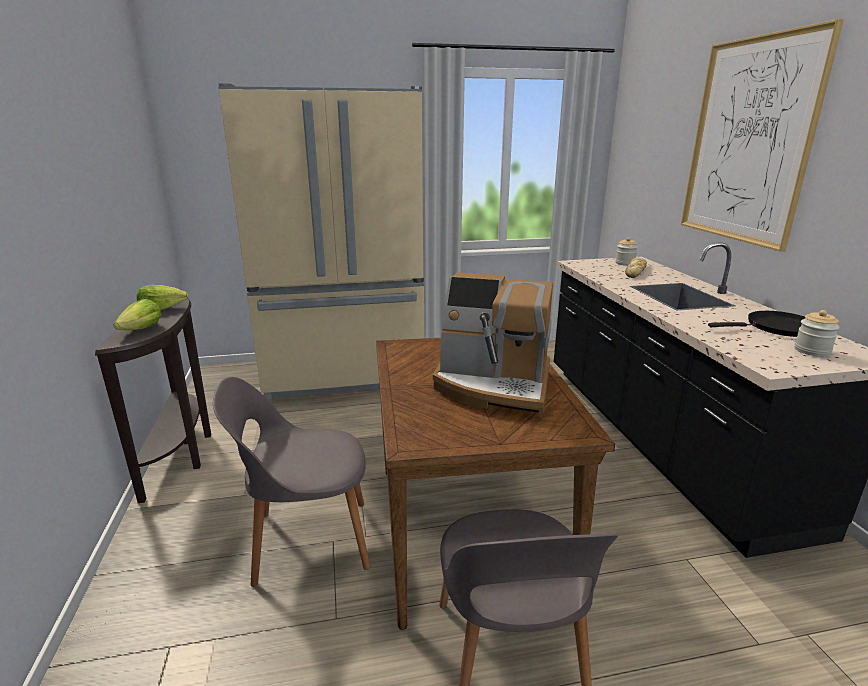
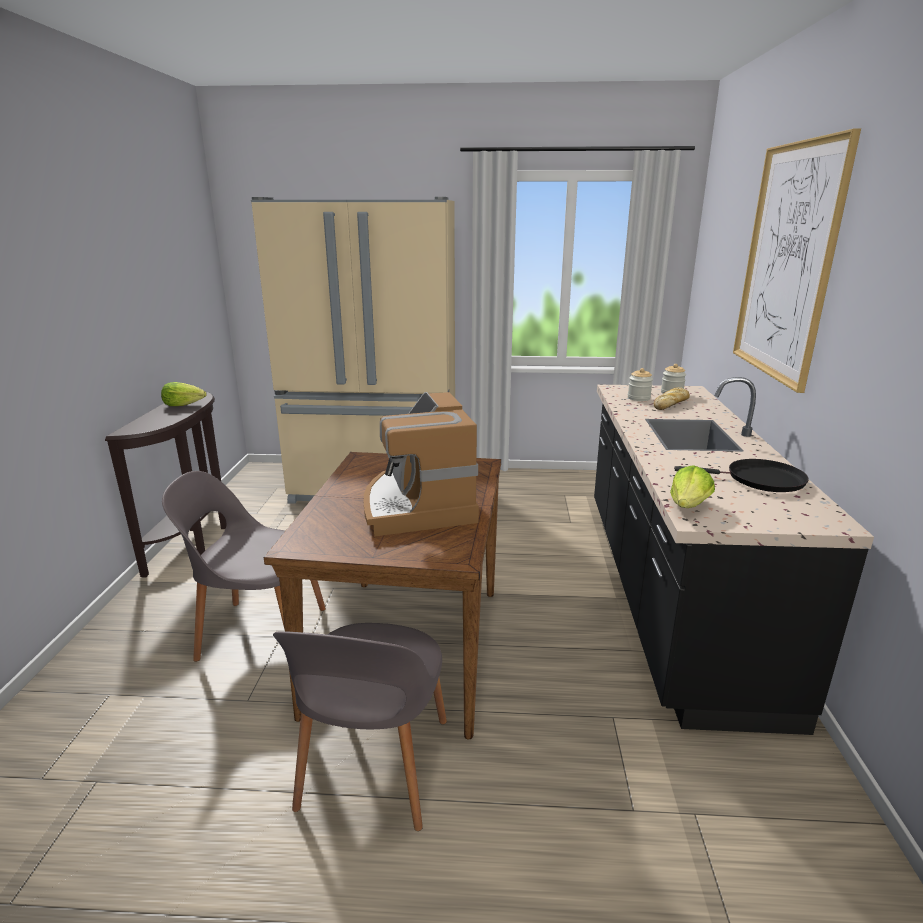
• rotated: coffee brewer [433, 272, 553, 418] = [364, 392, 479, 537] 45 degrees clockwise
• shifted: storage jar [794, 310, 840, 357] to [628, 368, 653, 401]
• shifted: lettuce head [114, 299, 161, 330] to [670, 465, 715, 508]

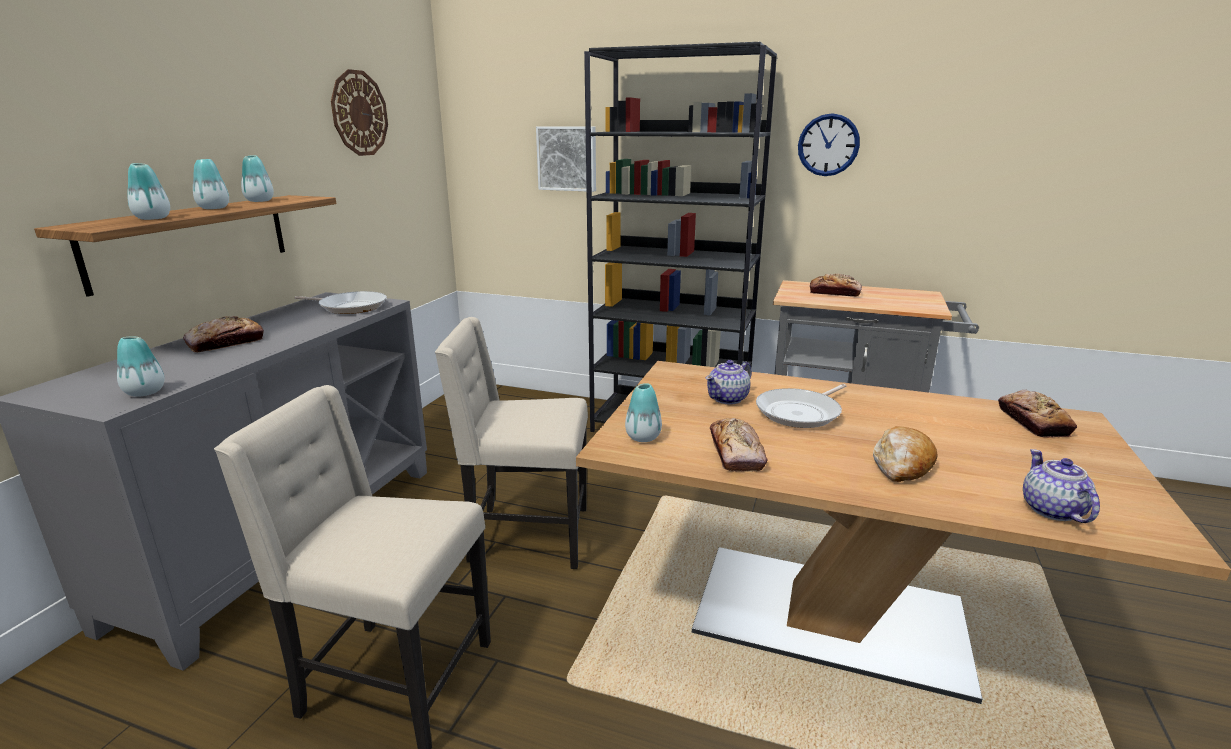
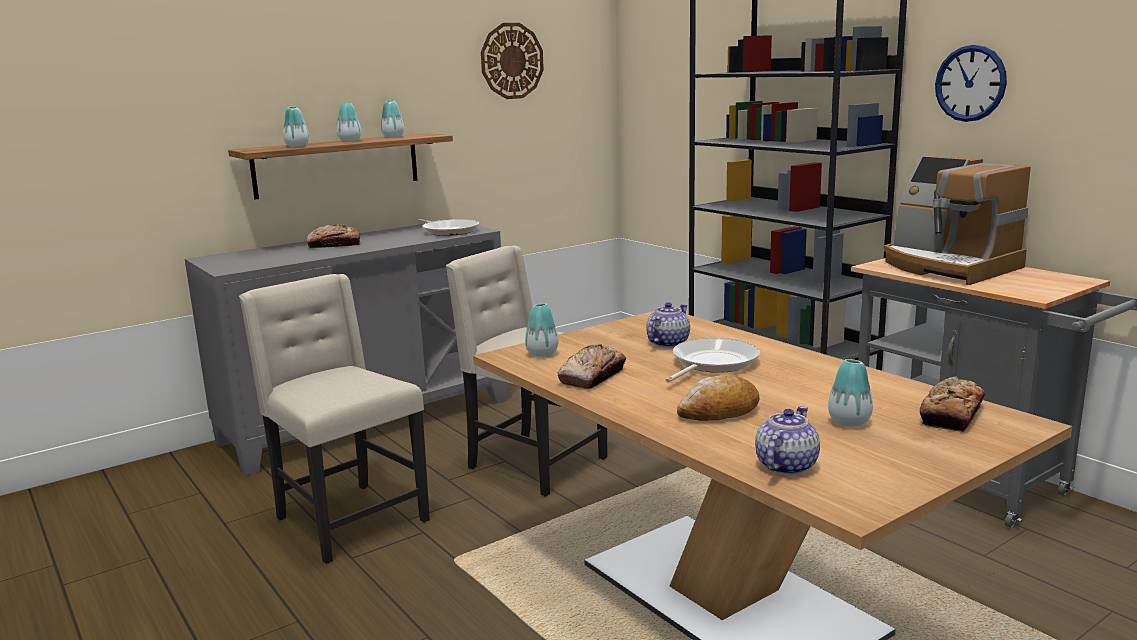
• rotated: pot for tea [706, 360, 752, 405] = [646, 302, 690, 348] 135 degrees clockwise
• rotated: frying pan [756, 384, 846, 428] = [665, 338, 760, 383] 135 degrees clockwise
• shifted: vase [117, 336, 165, 397] to [828, 359, 873, 427]
• swapped: baked bread [810, 274, 862, 297] to coffee brewer [884, 156, 1031, 285]
• gone: wall picture [536, 126, 596, 192]

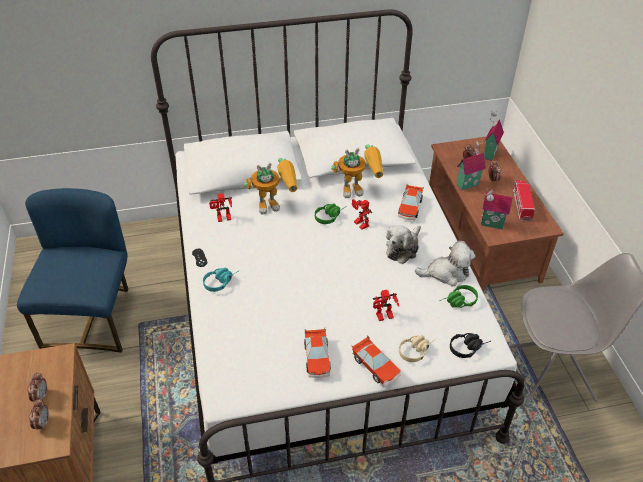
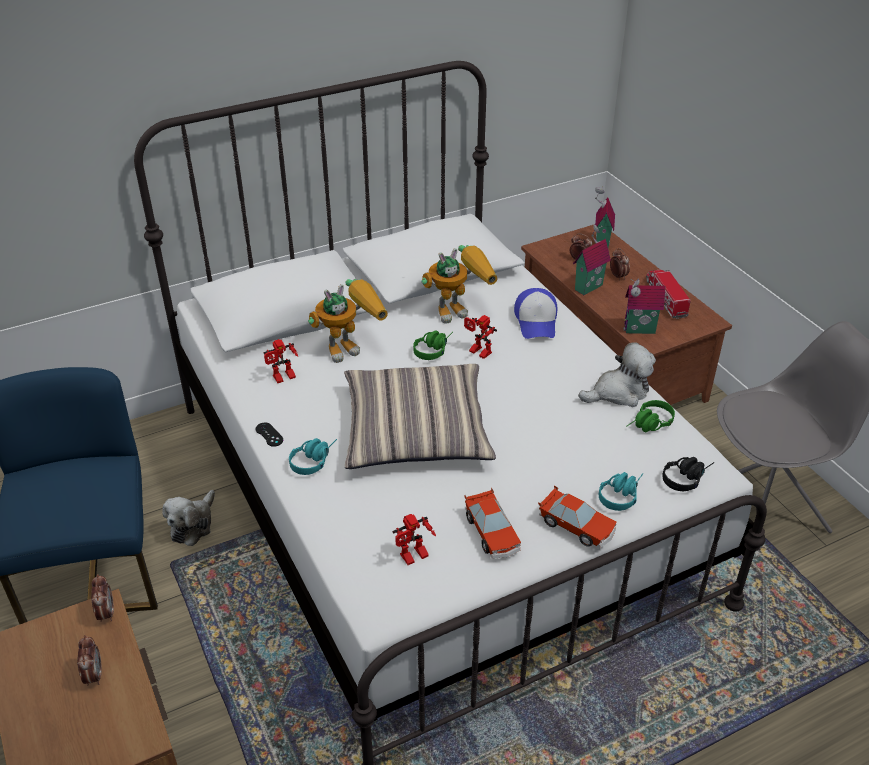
• shifted: table clock [29, 399, 49, 431] to [91, 574, 114, 622]
• shifted: plush toy [386, 225, 421, 264] to [162, 490, 215, 546]
• new: throw pillow [344, 364, 496, 469]
• shifted: robot figure [373, 290, 399, 321] to [393, 514, 436, 565]
• swapped: miniature car [398, 185, 424, 220] to peaked cap [514, 288, 557, 339]
• repainted: sand-coloured headphones [399, 335, 437, 362] to turquoise-coloured headphones [599, 472, 643, 511]

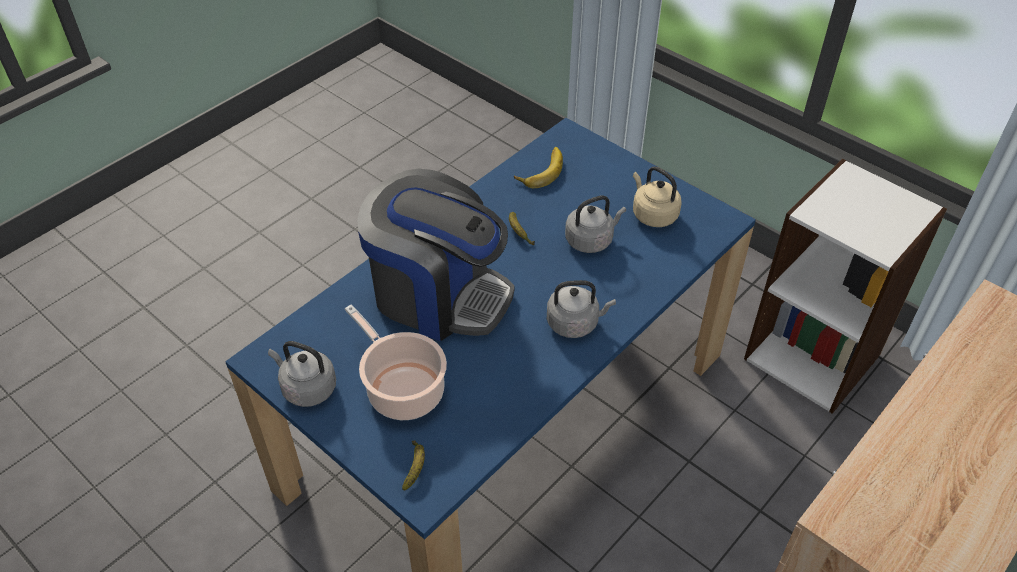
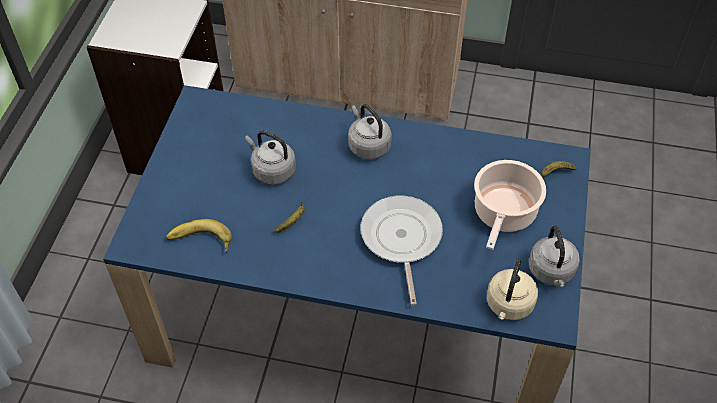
• swapped: coffee brewer [358, 169, 514, 341] to frying pan [361, 196, 443, 305]
• shifted: sand-coloured water kettle [633, 166, 682, 227] to [487, 259, 538, 320]

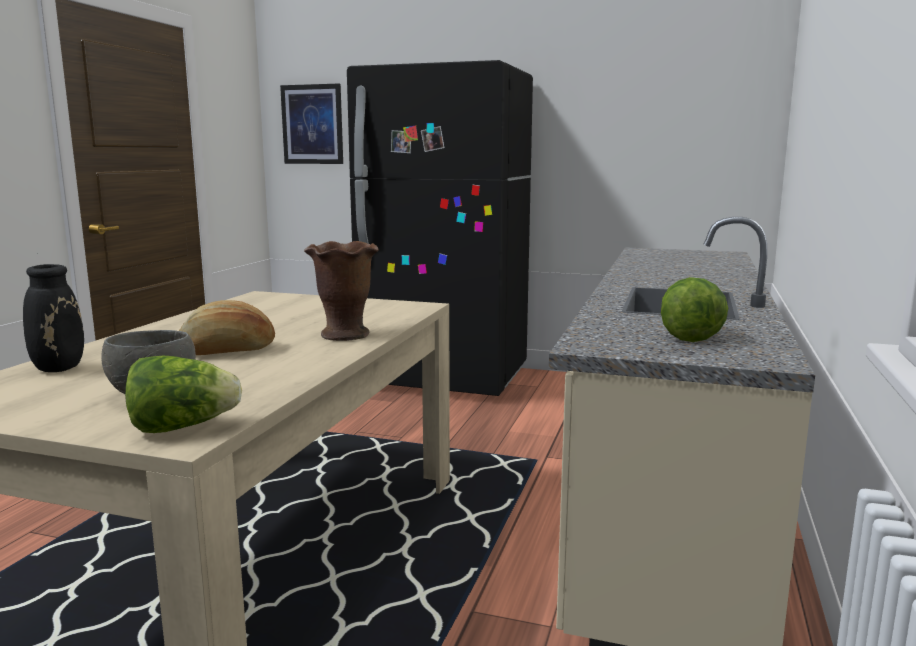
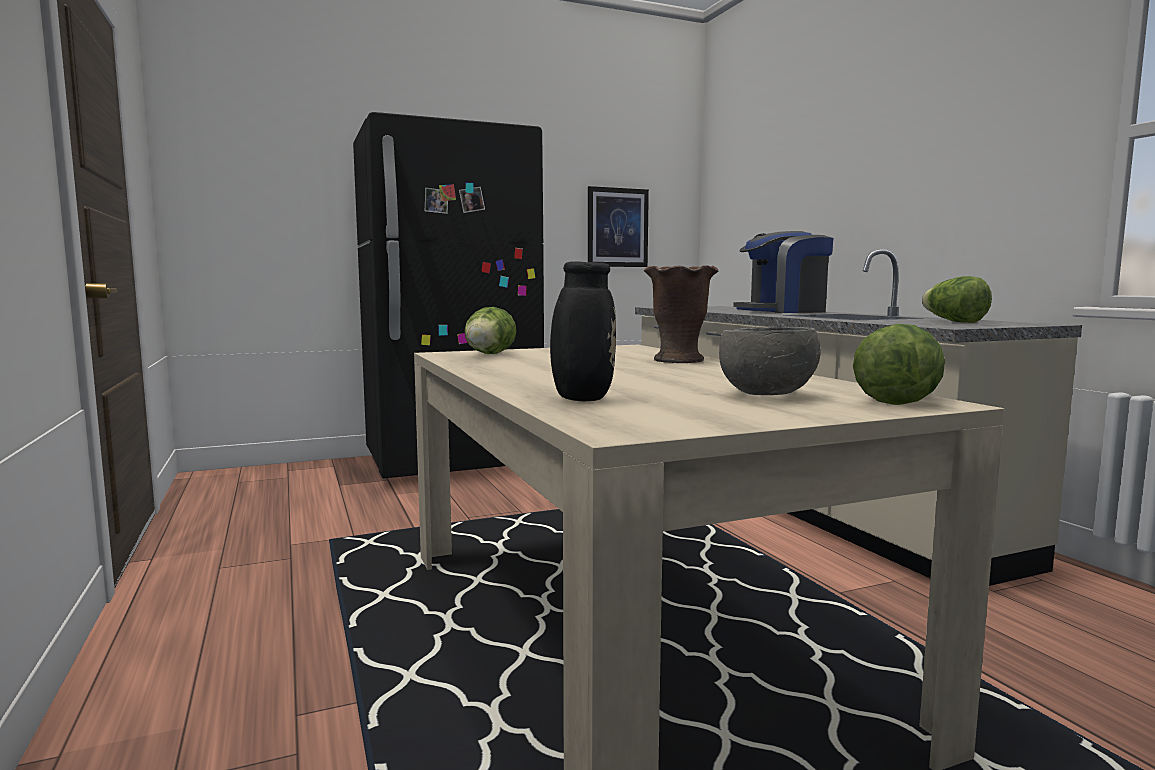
• new: lettuce head [464, 307, 516, 354]
• shifted: wall picture [280, 84, 343, 164] to [588, 186, 649, 267]
• new: coffee brewer [733, 231, 833, 313]
• gone: baked bread [179, 300, 275, 355]

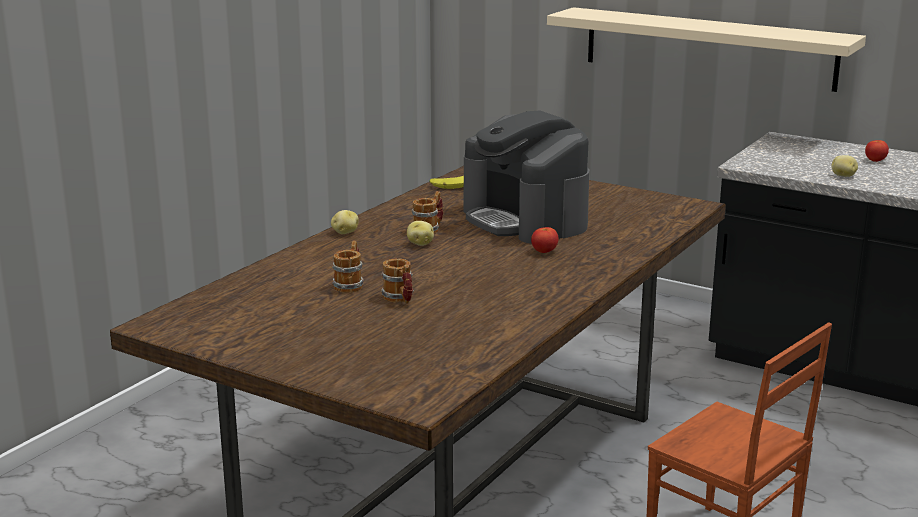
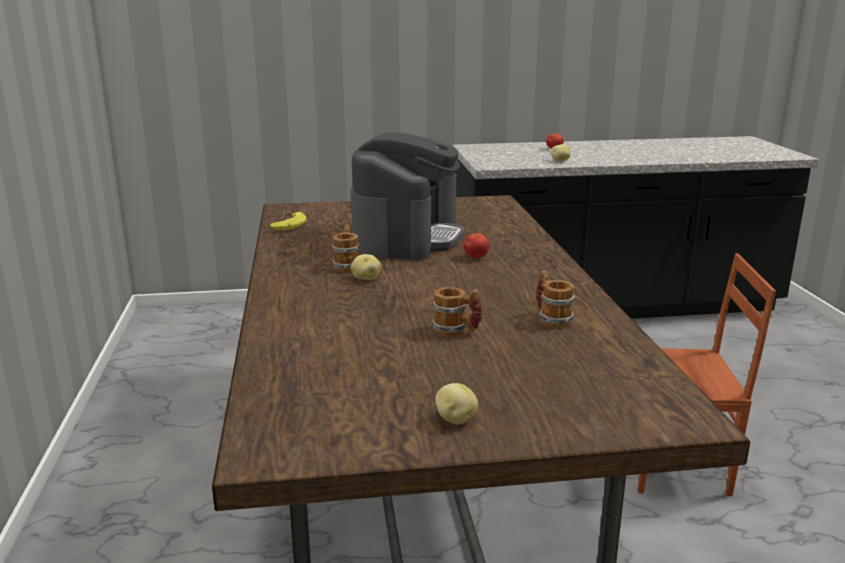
• rotated: coffee brewer [464, 110, 589, 244] = [351, 132, 464, 260] 90 degrees counterclockwise
• shifted: whole potato [331, 210, 359, 234] to [435, 383, 478, 424]
• shifted: tea mug [332, 240, 364, 293] to [536, 270, 575, 328]
• gone: sand-coloured bracket shelf [547, 7, 866, 92]

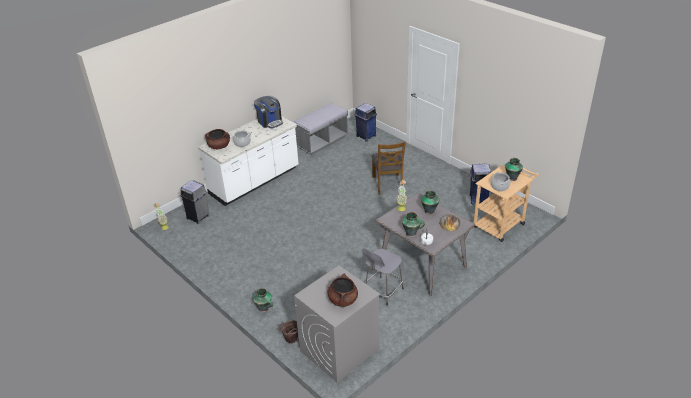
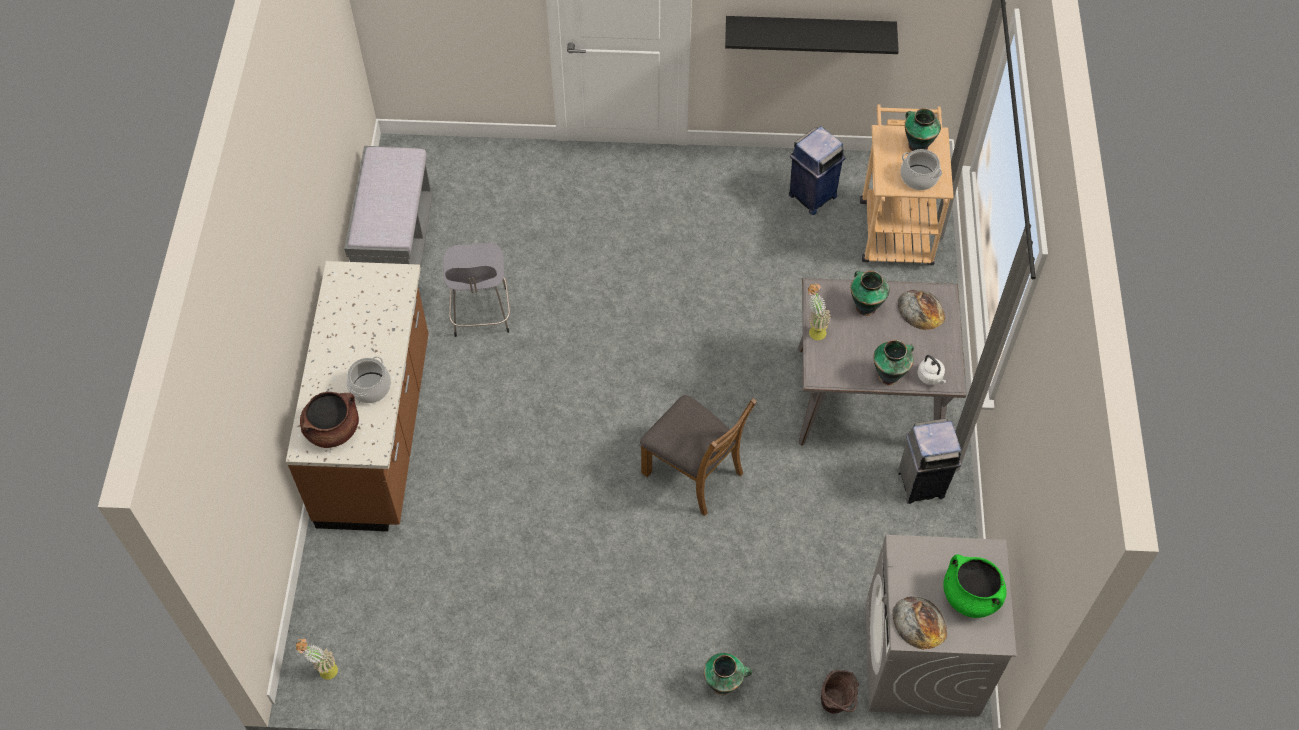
• repainted: whitish kitchen base unit [198, 116, 299, 206] to brown-coloured kitchen base unit [286, 261, 429, 531]
• shifted: gray stool [362, 248, 403, 305] to [443, 243, 510, 337]
• shifted: brown-coloured plain chair [371, 141, 406, 195] to [640, 395, 757, 516]
• new: black-coloured bracket shelf [725, 16, 899, 54]
• new: baked bread [893, 596, 947, 650]
• shifted: gray waste bin [180, 180, 210, 224] to [897, 419, 961, 504]
• repainted: brown-coloured saucepot [328, 274, 358, 307] to green-coloured saucepot [943, 554, 1007, 618]
• gone: coffee brewer [254, 96, 283, 129]
• gone: bluish waste bin [354, 103, 377, 142]

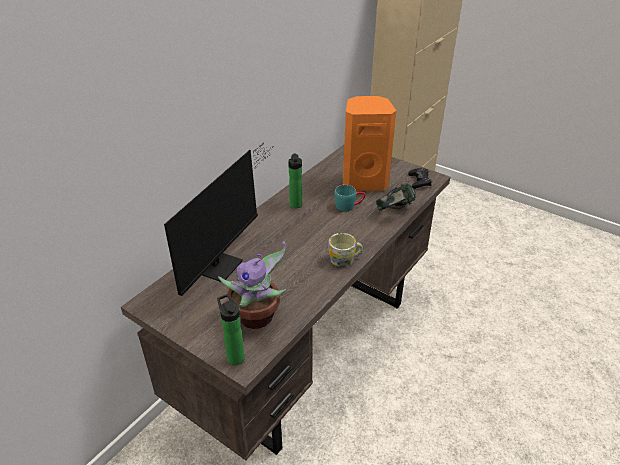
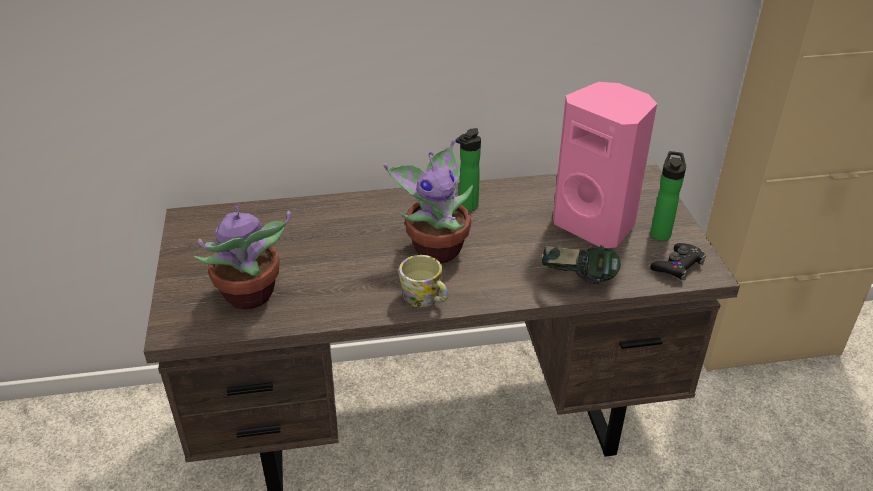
• new: houseplant [384, 139, 473, 263]
• repainted: orange-coloured audio speaker [343, 96, 396, 191] to pinkish audio speaker [553, 82, 657, 248]
• shifted: drink bottle [217, 294, 245, 365] to [650, 151, 686, 241]
• gone: monitor [164, 142, 273, 296]
• gone: turquoise-coloured tea mug [335, 185, 366, 212]

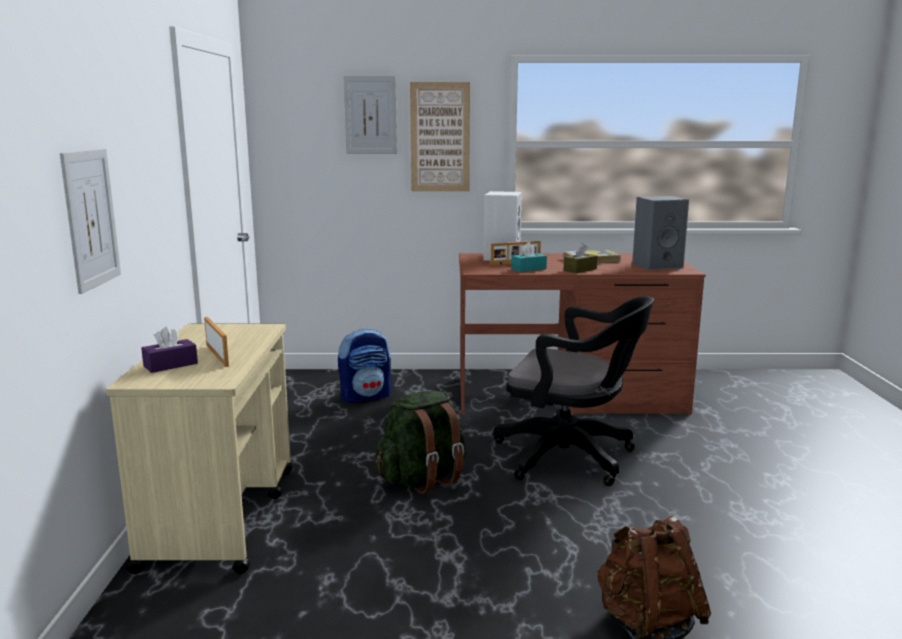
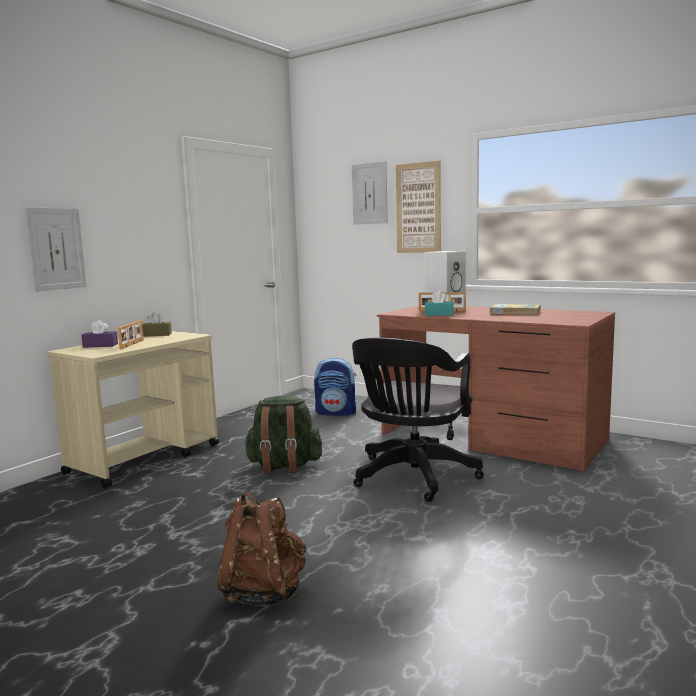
• shifted: brown-coloured tissue box [564, 243, 597, 273] to [142, 312, 172, 337]
• rotated: black-coloured computer chair [493, 296, 654, 486] = [352, 338, 484, 502] 60 degrees clockwise
• gone: gray audio speaker [632, 196, 689, 270]

